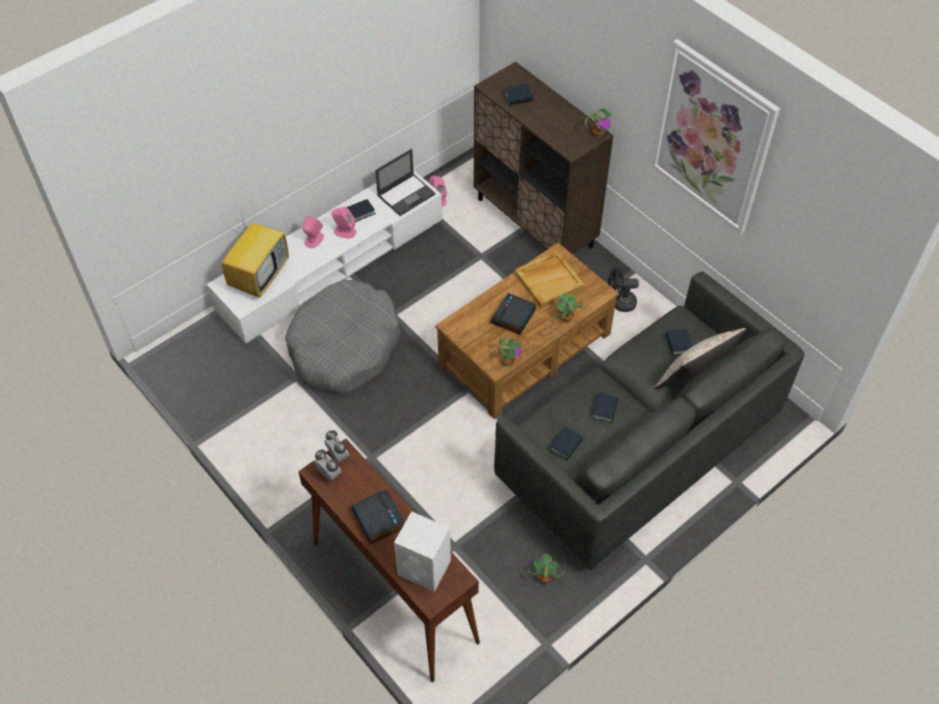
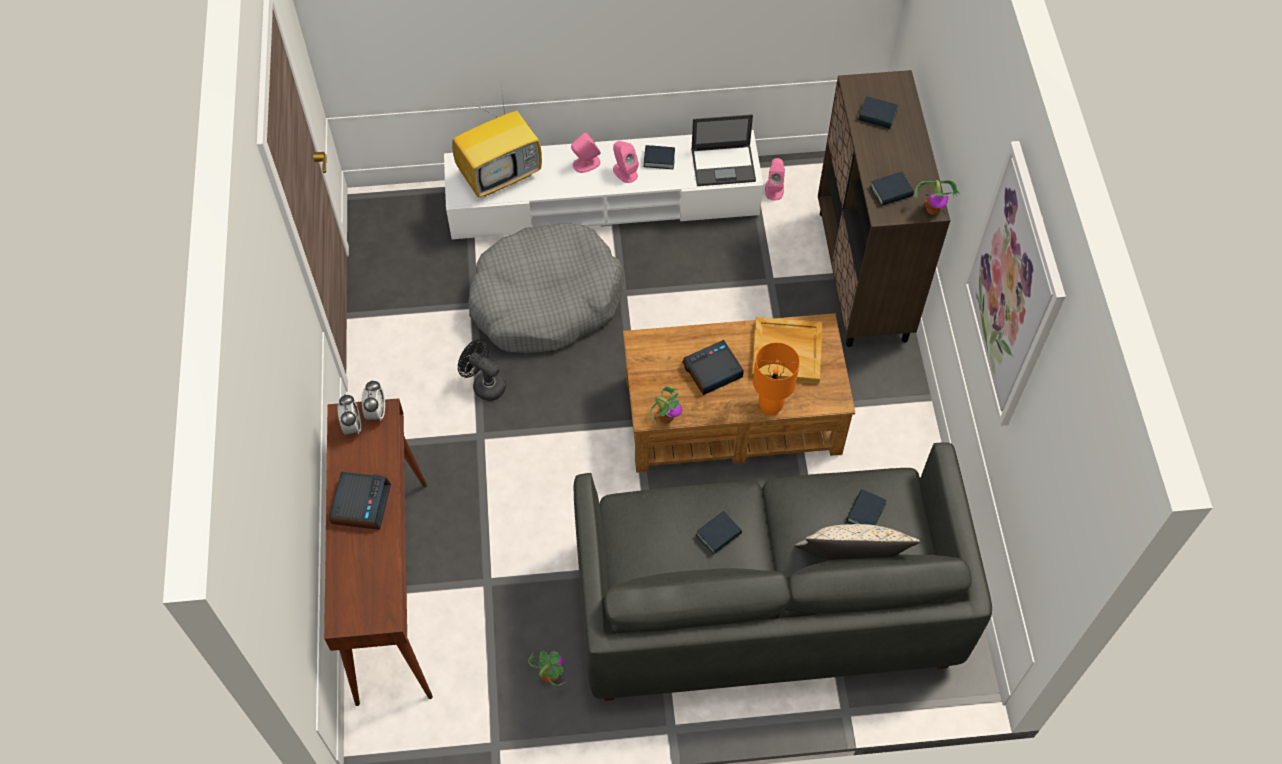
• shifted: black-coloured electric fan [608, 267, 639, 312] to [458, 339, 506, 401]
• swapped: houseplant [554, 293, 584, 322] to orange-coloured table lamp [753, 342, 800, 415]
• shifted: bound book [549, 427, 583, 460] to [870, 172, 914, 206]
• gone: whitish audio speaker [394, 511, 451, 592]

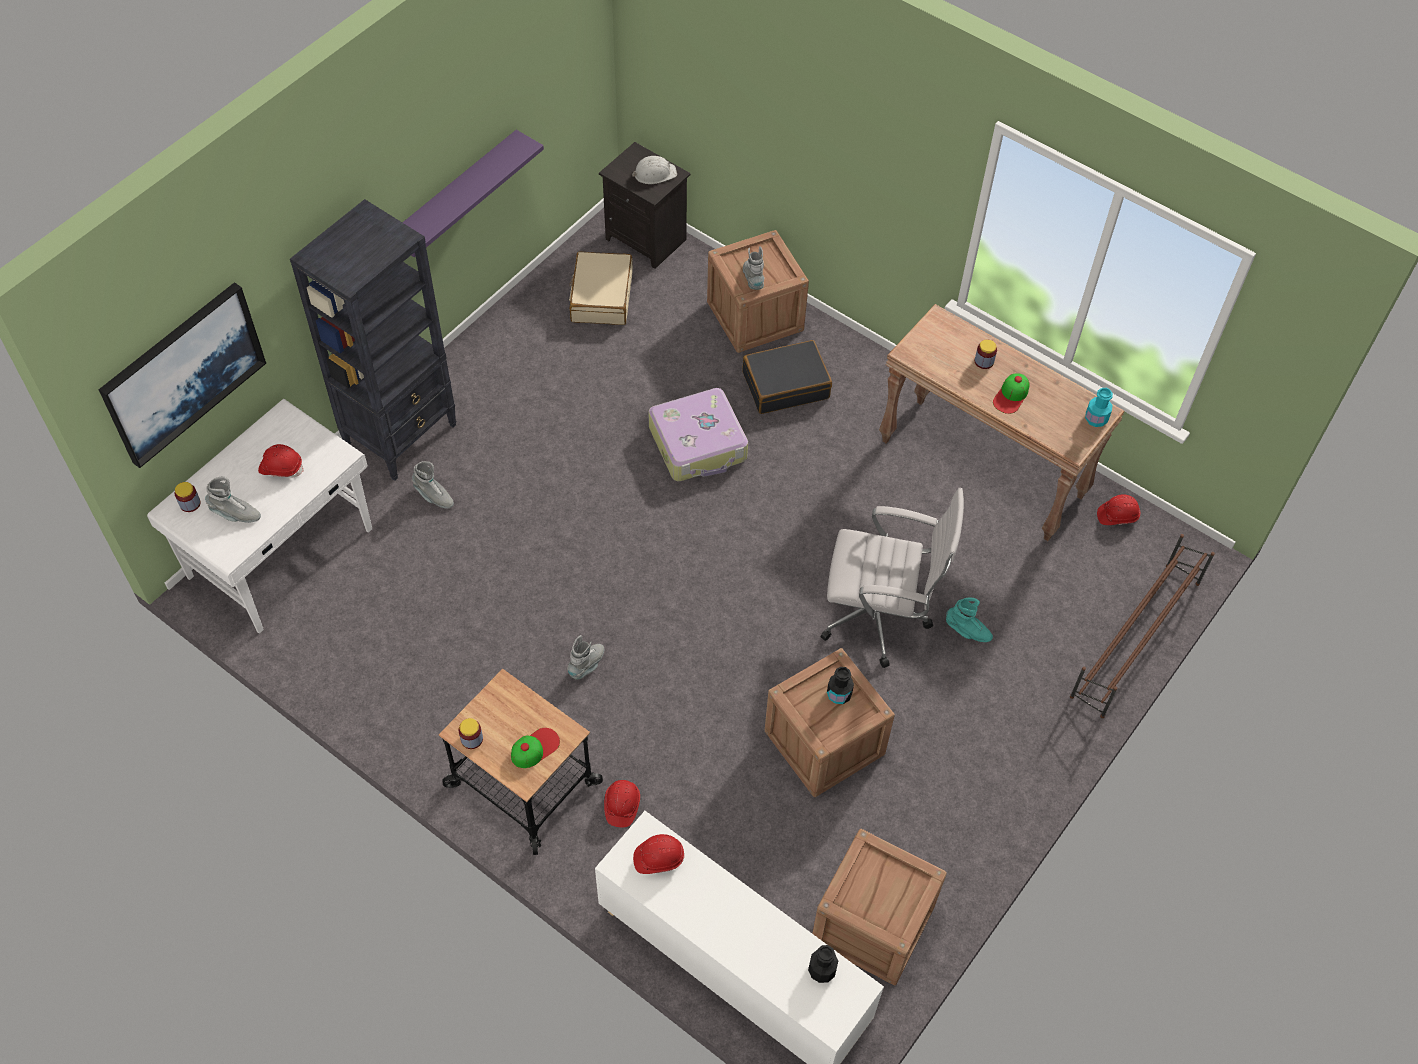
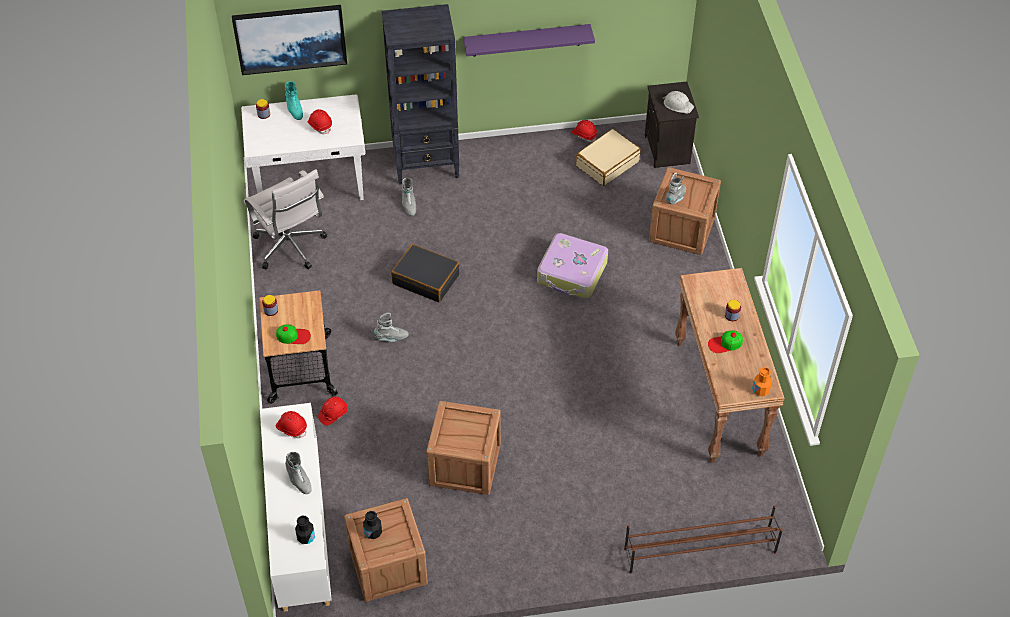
• shifted: whitish computer chair [821, 488, 964, 668] to [244, 169, 328, 269]
• shifted: turquoise-coloured boot [946, 598, 993, 642] to [285, 81, 303, 120]
• shifted: gray boot [205, 476, 261, 523] to [285, 452, 312, 494]
• shifted: black-coloured drink bottle [827, 667, 854, 704] to [363, 511, 382, 539]
• shifted: black-coloured travel case [743, 340, 832, 414] to [391, 244, 460, 302]
• shifted: red work helmet [1097, 495, 1140, 525] to [572, 120, 598, 142]
• repainted: turquoise-coloured drink bottle [1085, 388, 1113, 427] to orange-coloured drink bottle [752, 367, 772, 396]

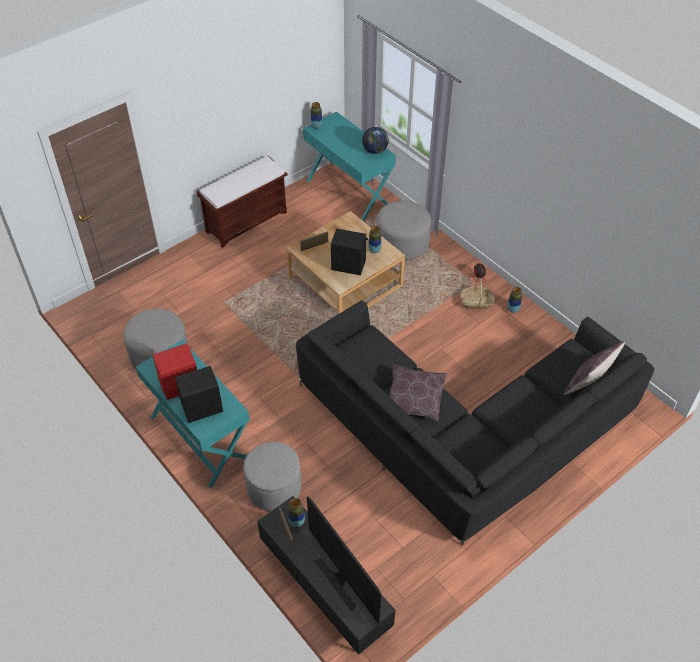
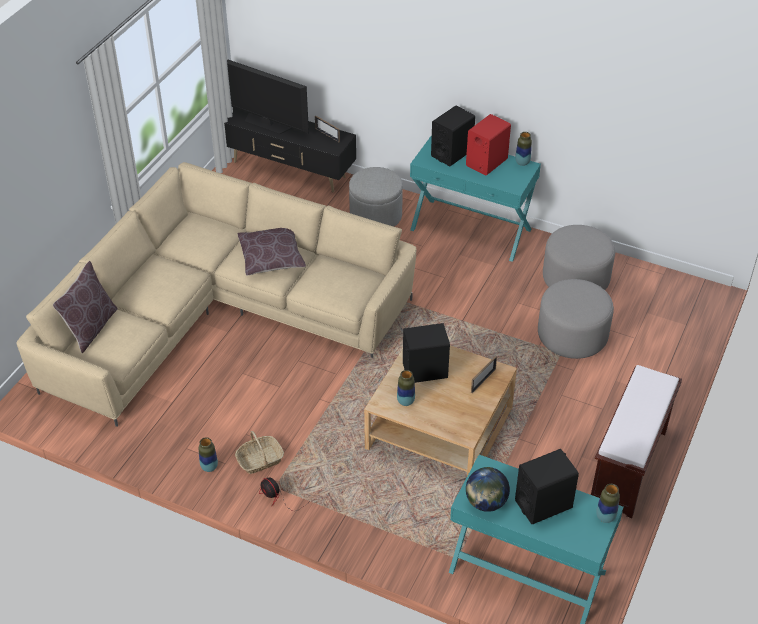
• repainted: black-coloured settee [296, 300, 654, 546] to sand-coloured settee [16, 162, 417, 427]
• shifted: vase [288, 498, 305, 527] to [515, 132, 532, 166]
• new: black-coloured audio speaker [515, 449, 579, 525]
• shifted: gray pouffe [377, 200, 431, 260] to [538, 279, 614, 359]

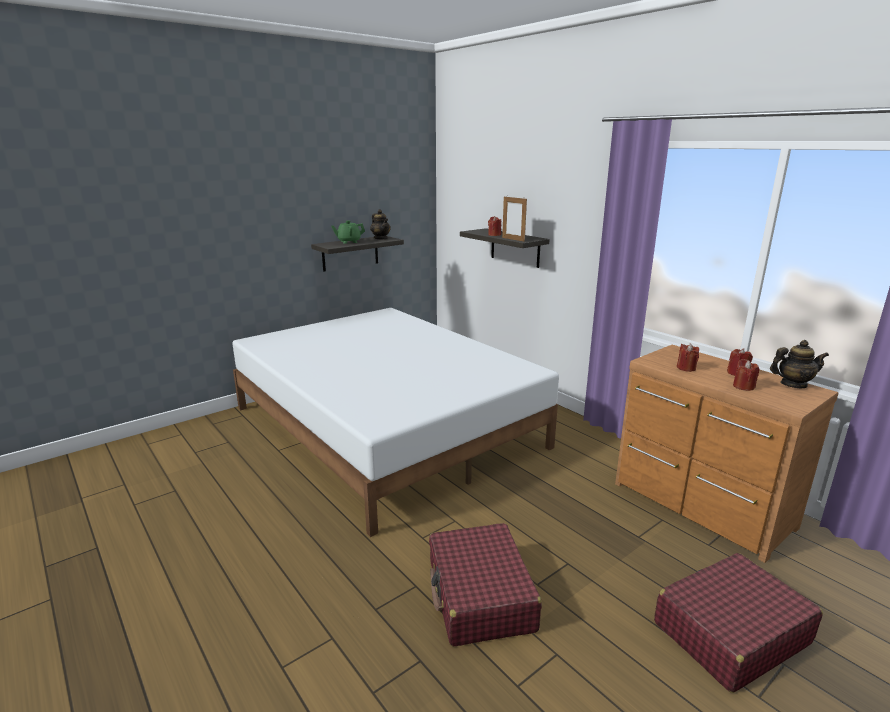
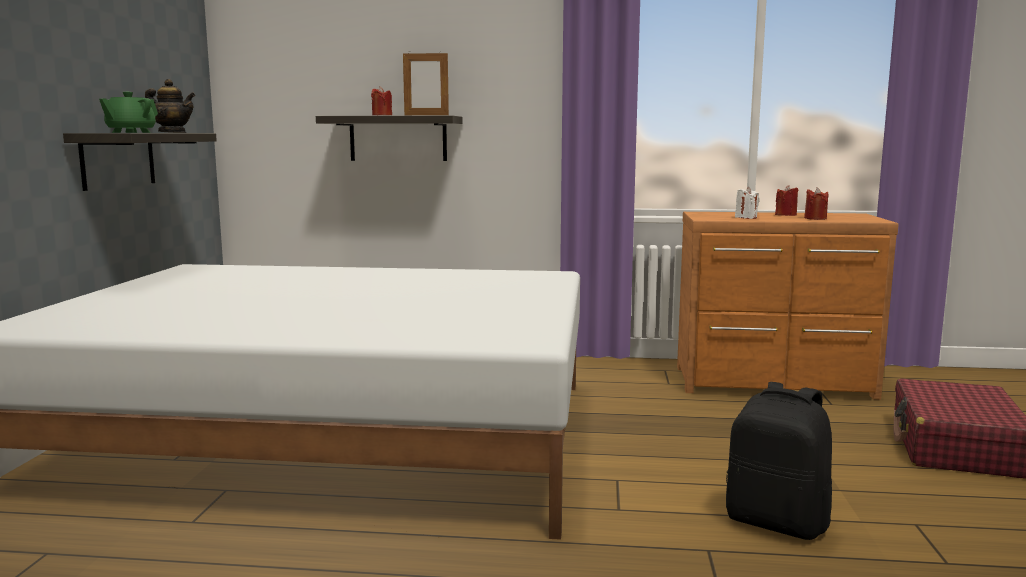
• swapped: red travel case [429, 523, 542, 647] to black-coloured knapsack [726, 382, 832, 540]
• repainted: red candle [677, 344, 699, 372] to whitish candle [735, 187, 760, 219]
• gone: pot for tea [770, 340, 829, 388]

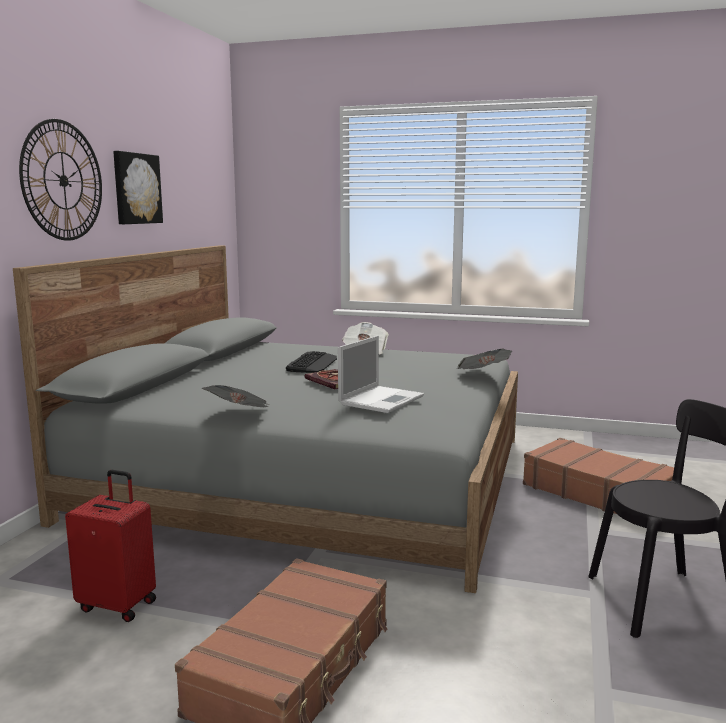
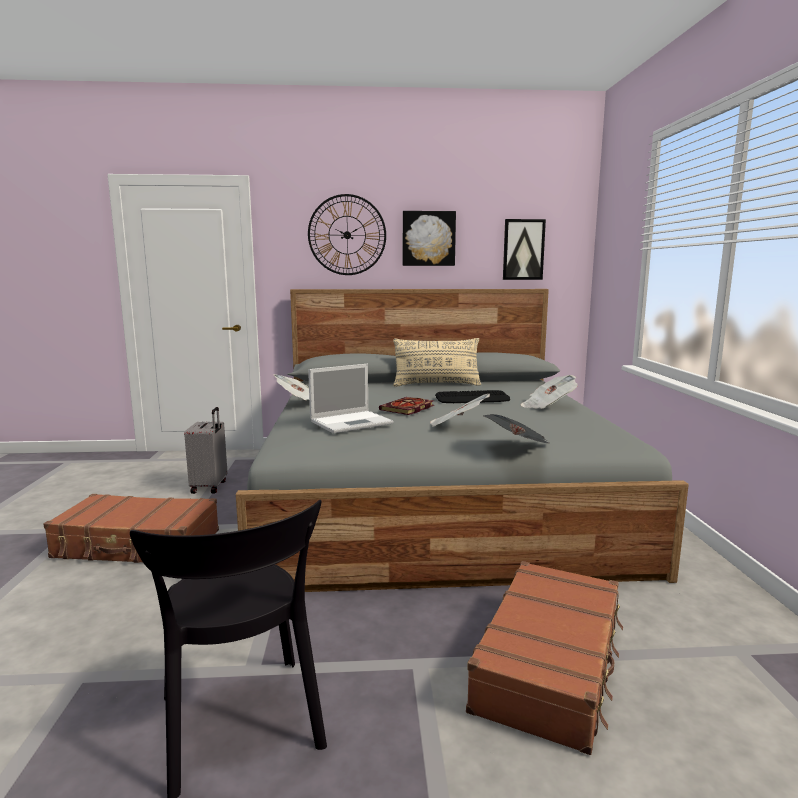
• repainted: red travel case [65, 470, 156, 622] to gray travel case [184, 407, 227, 494]
• rotated: notebook computer [338, 335, 424, 413] = [308, 364, 393, 434] 45 degrees counterclockwise
• new: sand-coloured throw pillow [393, 338, 481, 387]
• new: printed paper [430, 394, 490, 427]
• new: wall picture [503, 219, 546, 280]

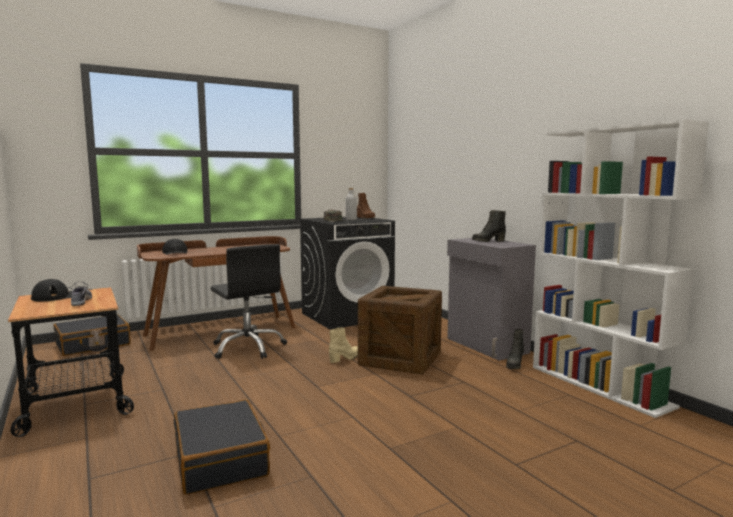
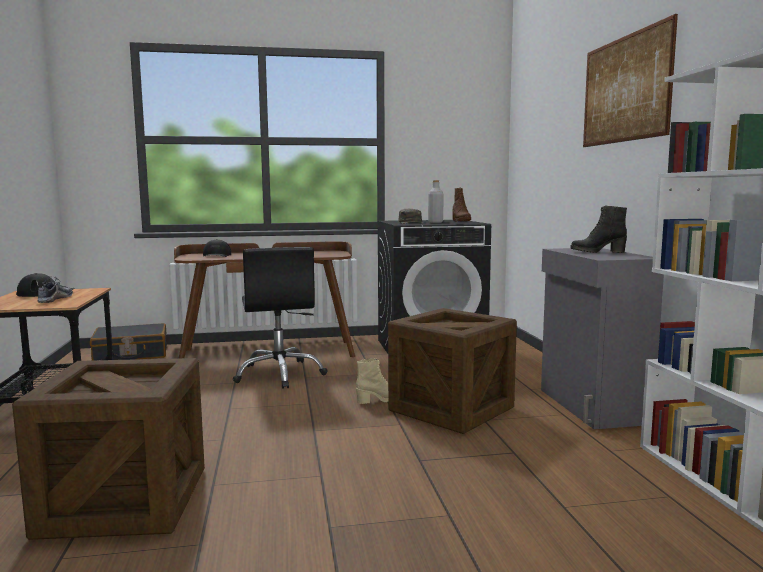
• swapped: black-coloured travel case [174, 400, 270, 495] to crate [12, 358, 205, 540]
• new: wall picture [583, 14, 678, 147]
• gone: black-coloured boot [506, 329, 524, 369]

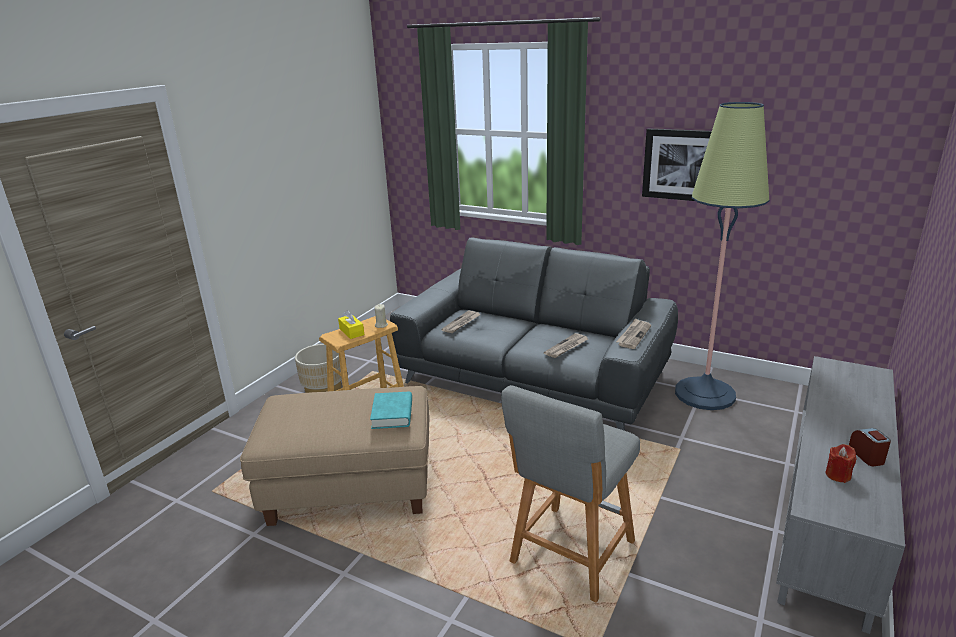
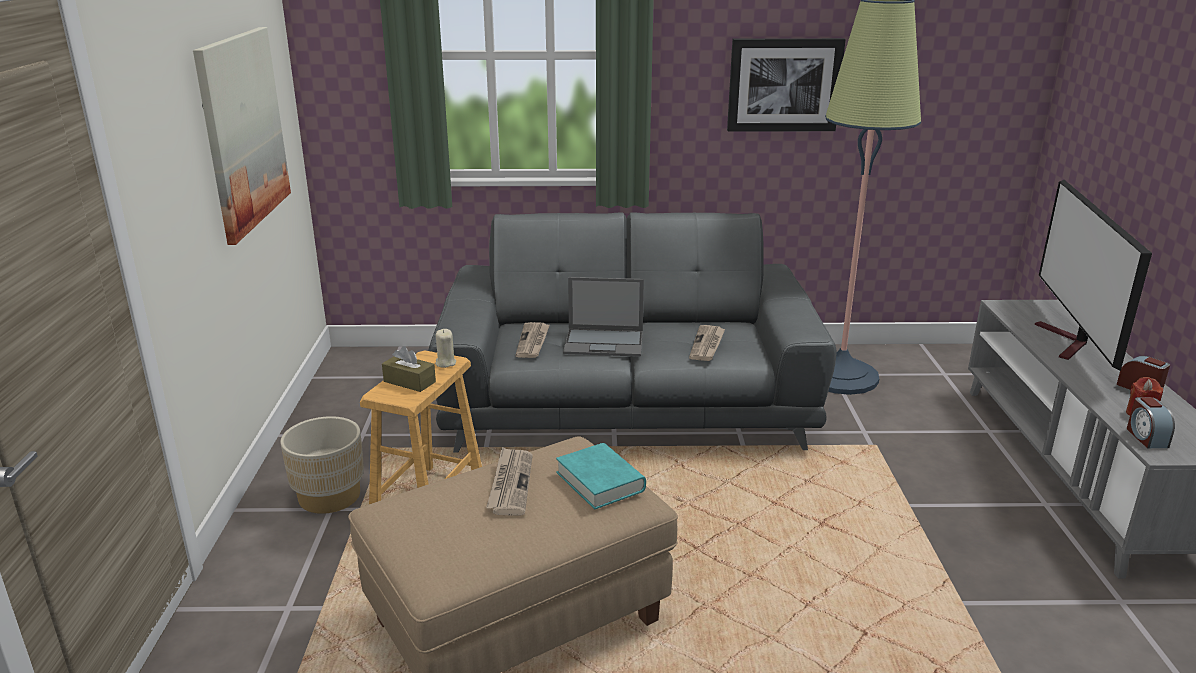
• new: wall picture [193, 27, 291, 245]
• repainted: yellowish tissue box [338, 310, 364, 339] to brown-coloured tissue box [382, 346, 436, 392]
• shifted: printed paper [616, 318, 651, 349] to [486, 447, 533, 515]
• new: notebook computer [563, 277, 644, 357]
• new: TV set [1035, 180, 1152, 371]
• new: table clock [1127, 397, 1175, 448]
• gone: gray stool [501, 385, 640, 602]

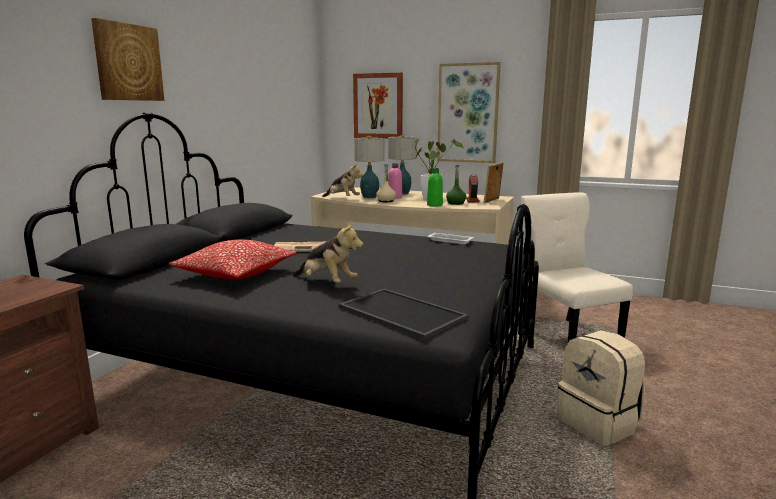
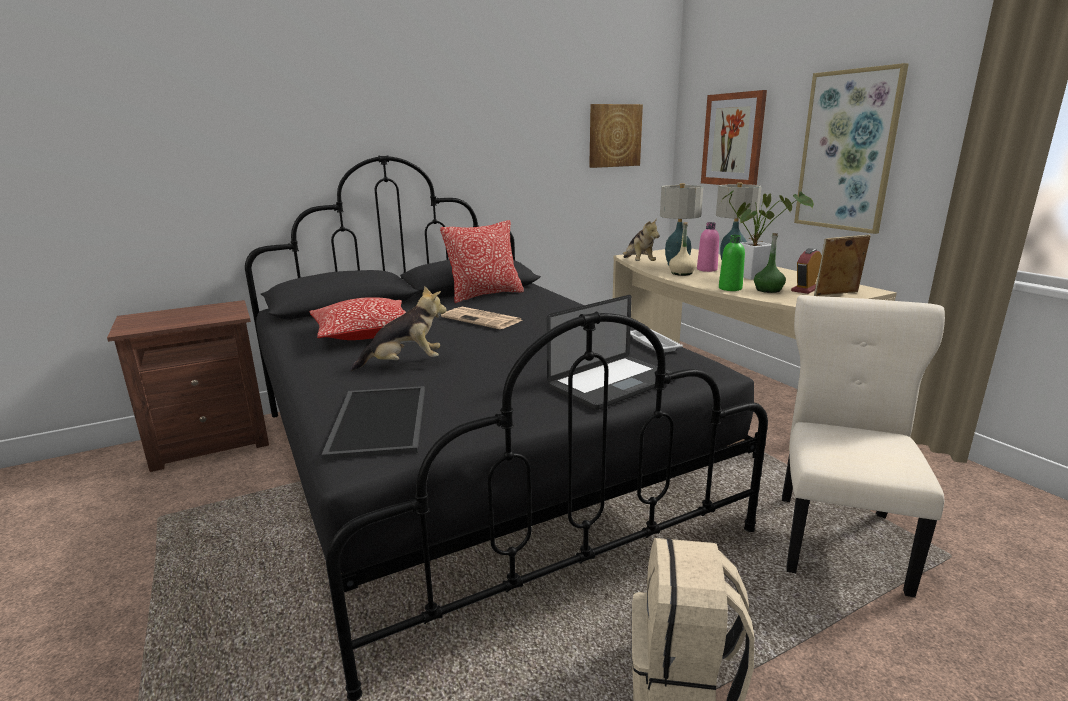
• rotated: plush toy [293, 220, 363, 283] = [350, 286, 447, 371] 90 degrees counterclockwise
• new: throw pillow [440, 220, 524, 303]
• new: notebook computer [546, 295, 676, 410]
• shifted: wall picture [91, 18, 164, 101] to [589, 104, 643, 168]

